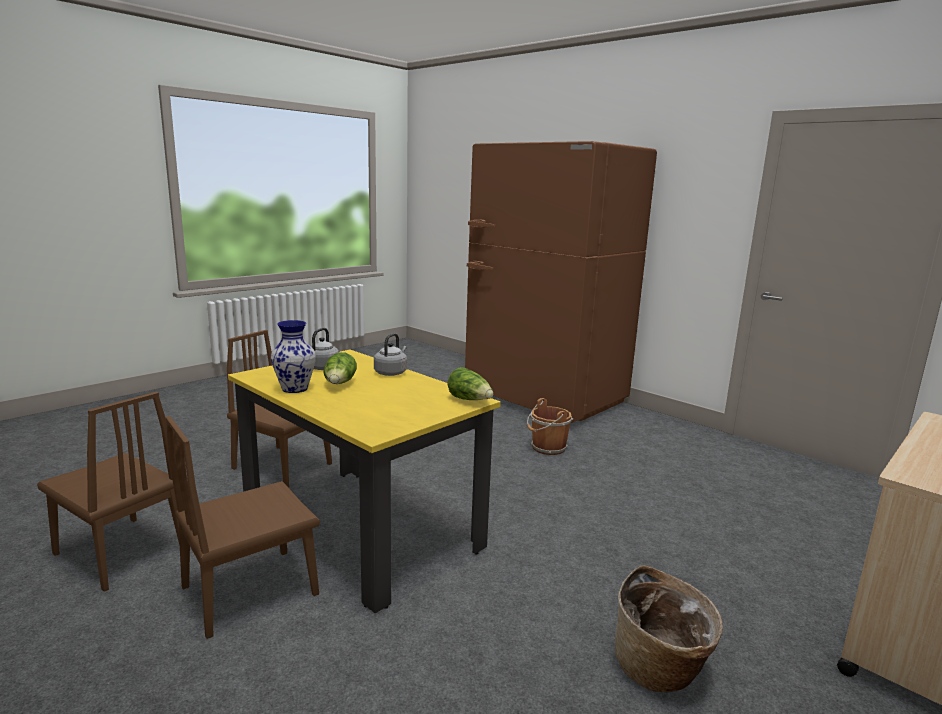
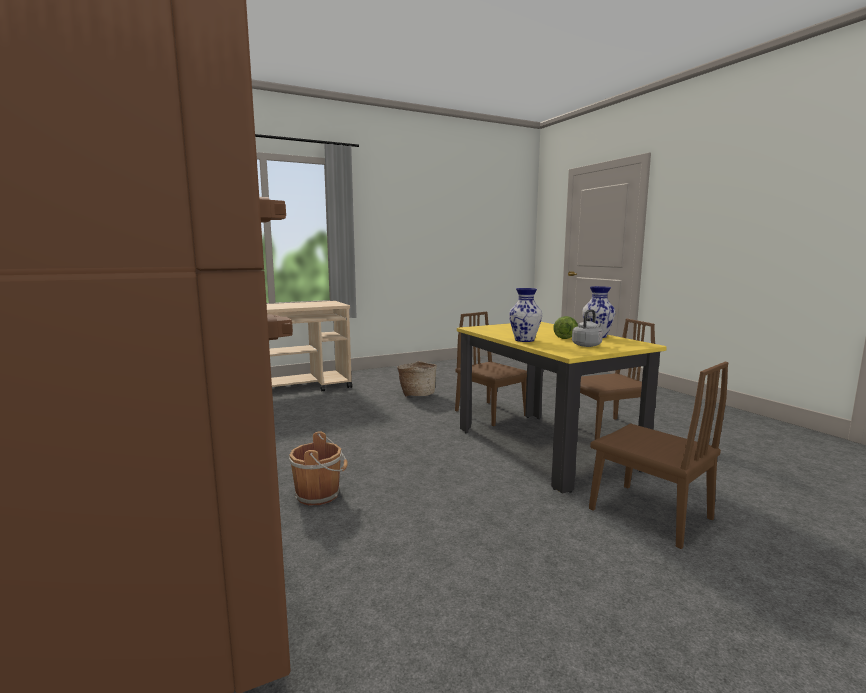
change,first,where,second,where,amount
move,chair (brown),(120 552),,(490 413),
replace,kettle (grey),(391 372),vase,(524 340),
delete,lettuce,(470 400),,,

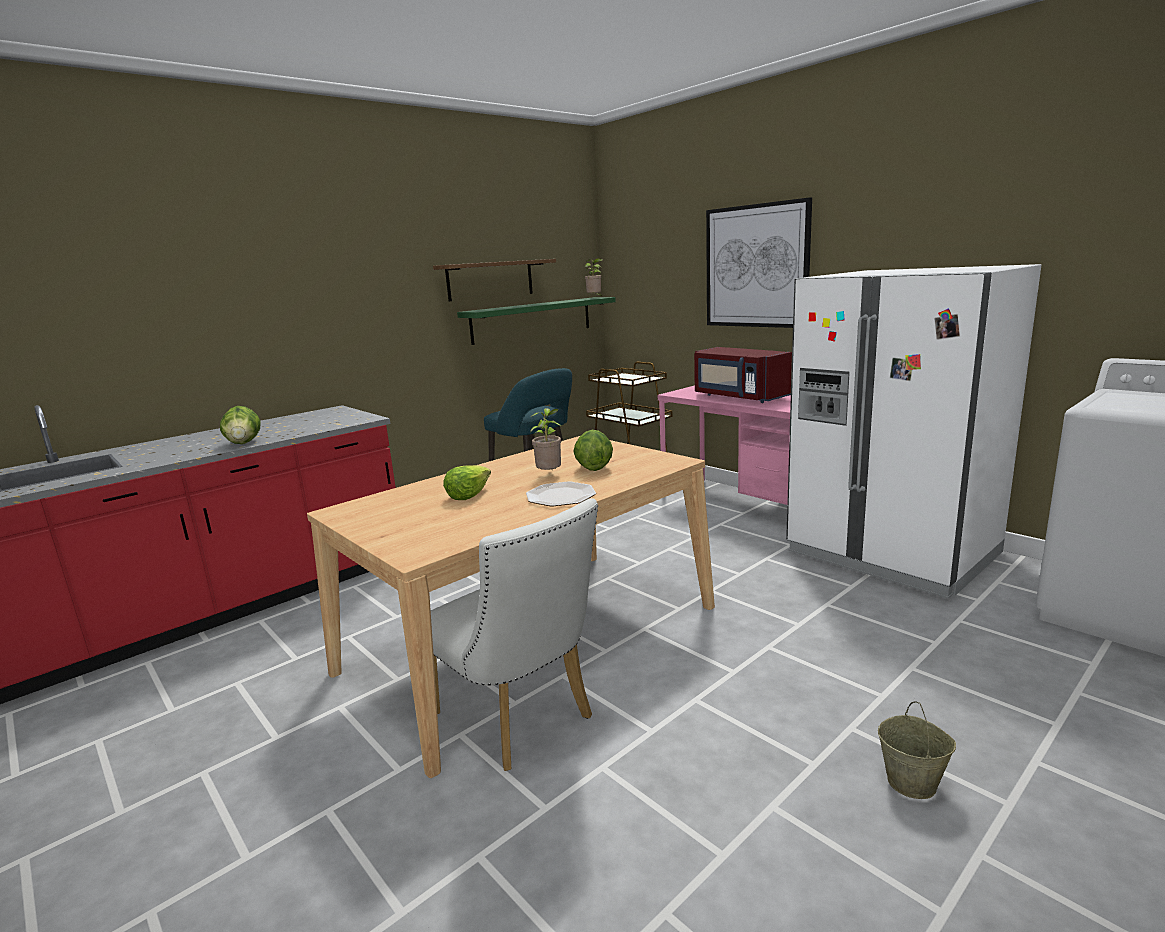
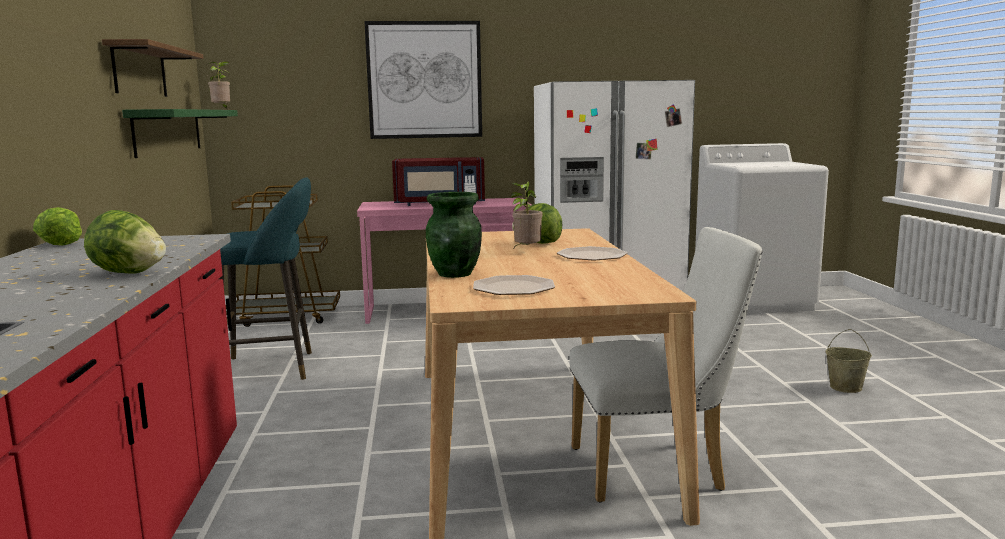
change,first,where,second,where,amount
move,lettuce,(468 495),,(61 243),
insert,,,vase (green),(455 274),
insert,,,plate,(514 287),

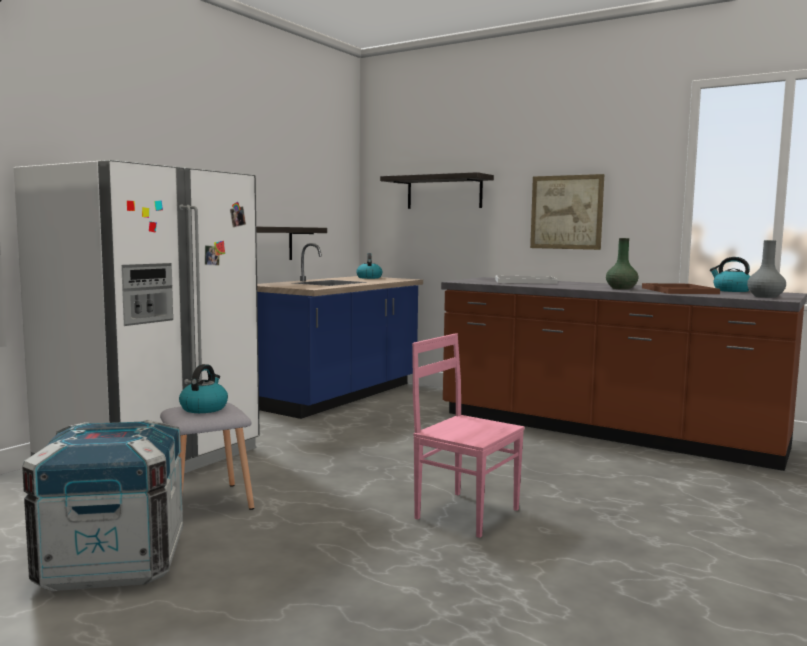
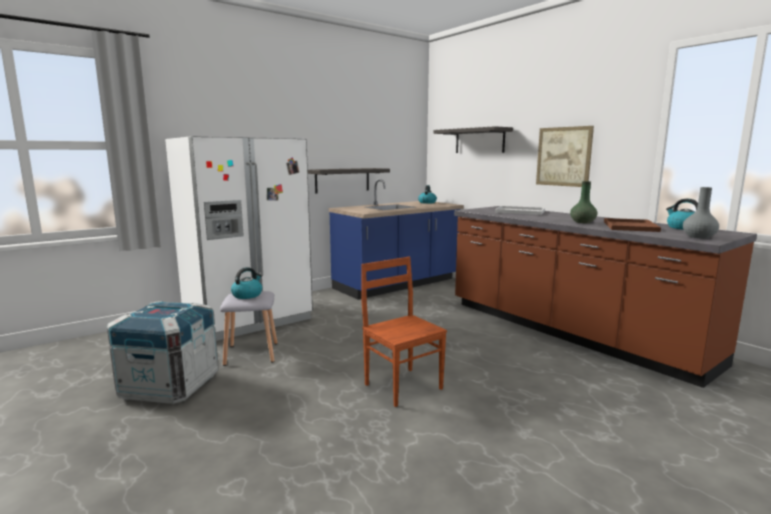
change,first,where,second,where,amount
recolor,chair (pink),(466 513),chair (brown),(403 386),

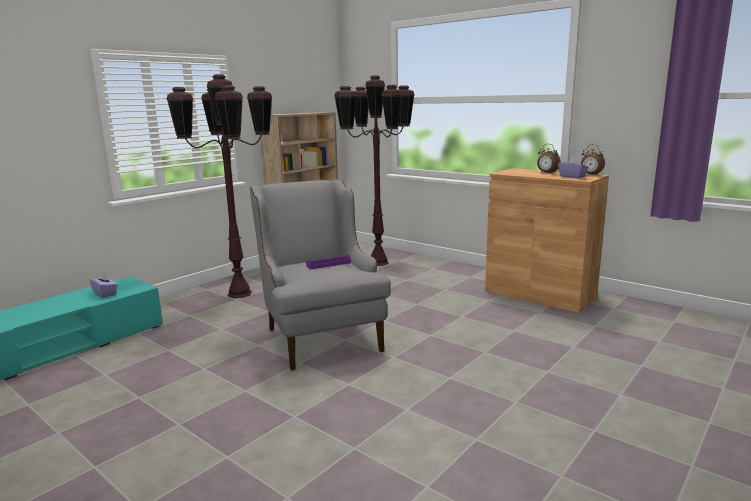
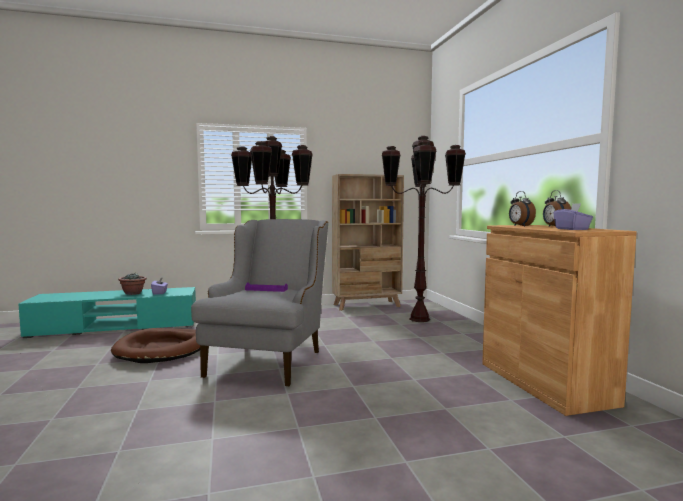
change,first,where,second,where,amount
move,alarm clock,(590 175),,(520 226),
insert,,,dog bed (brown),(163 349),
insert,,,potted plant,(133 293),

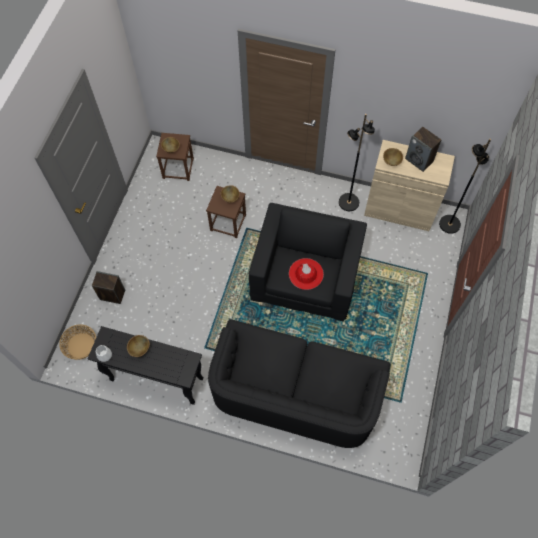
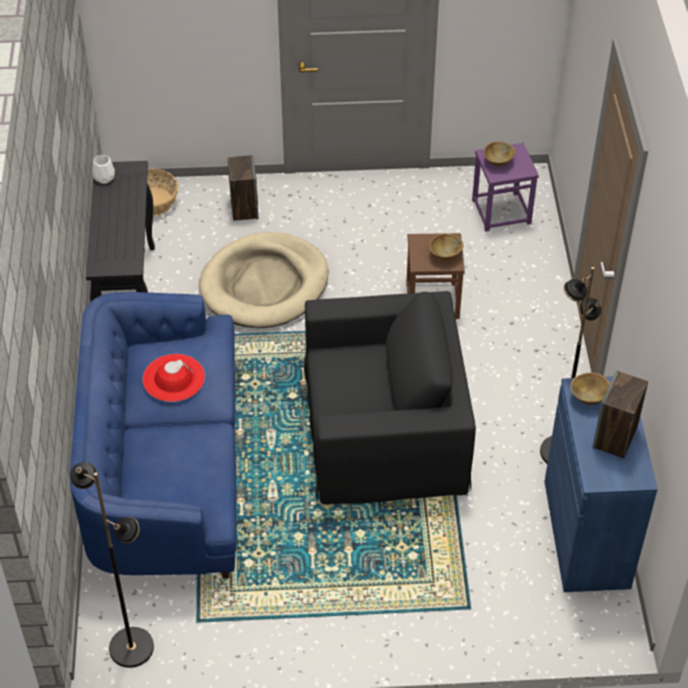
change,first,where,second,where,amount
delete,bowl (brown),(139 349),,,
recolor,stool (brown),(178 168),stool (purple),(501 211),
recolor,sofa (black),(296 392),sofa (blue),(166 469),
move,hat (red),(306 274),,(173 378),
recolor,cabinet (beige),(399 209),cabinet (blue),(586 533),
move,floor lamp (black),(449 224),,(132 647),
insert,,,dog bed (beige),(264 285),

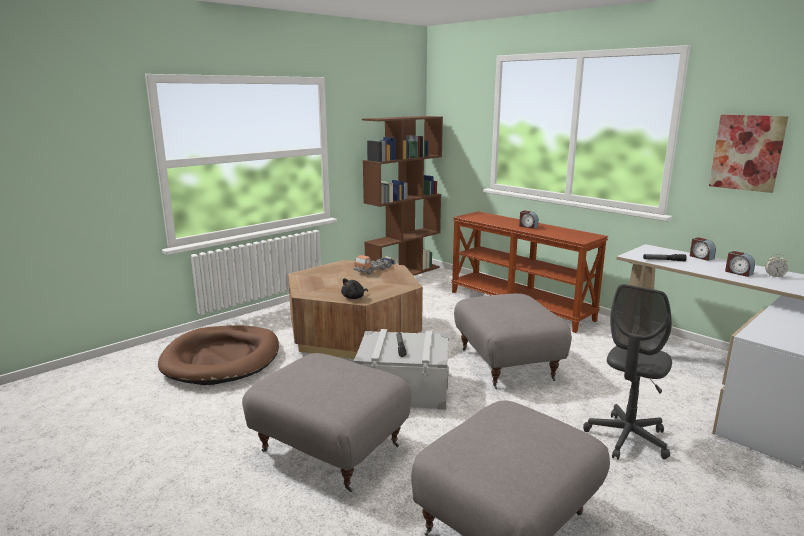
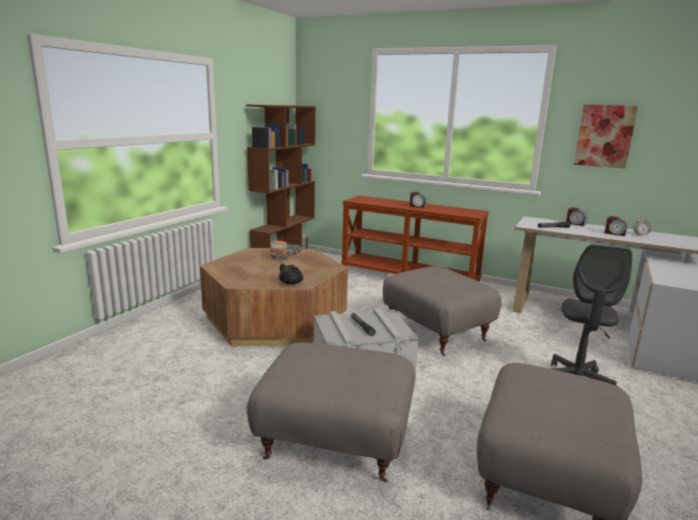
change,first,where,second,where,amount
delete,dog bed (brown),(222 359),,,

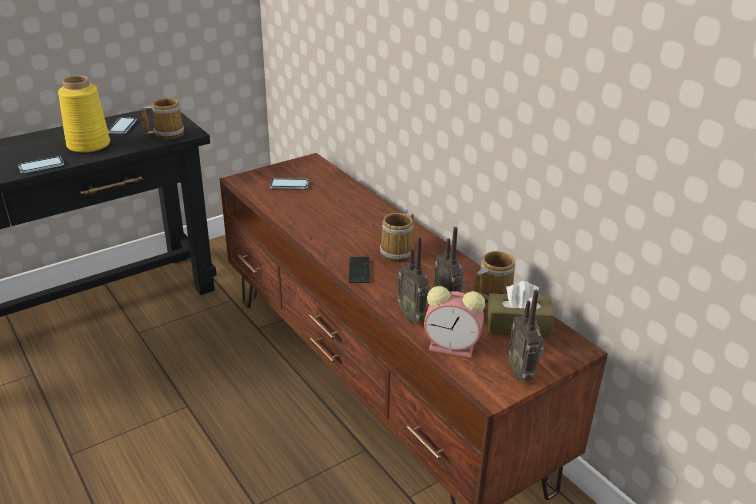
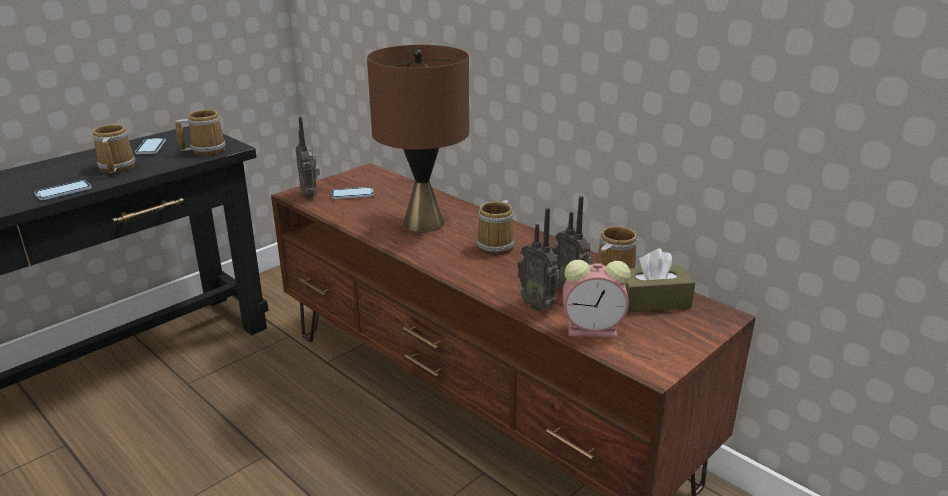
change,first,where,second,where,amount
replace,vase (yellow),(88 145),mug,(115 168),
delete,phone,(359 271),,,
move,radio,(522 373),,(311 195),
insert,,,table lamp (brown),(424 223),

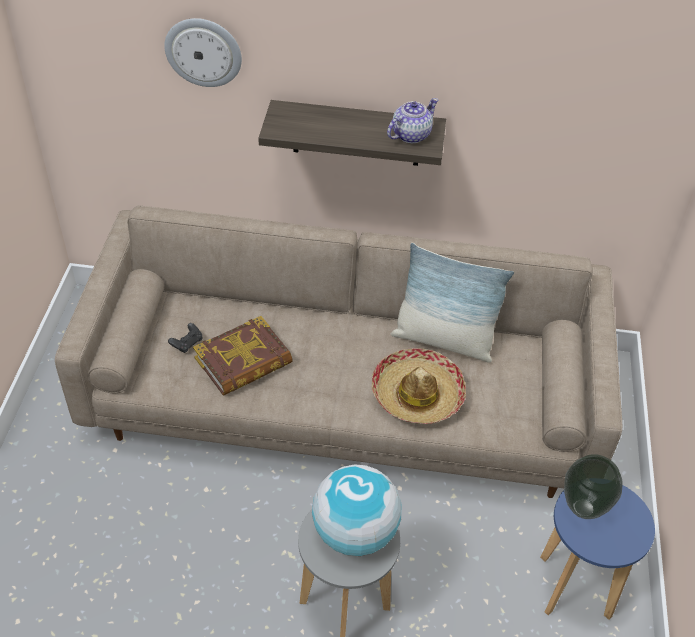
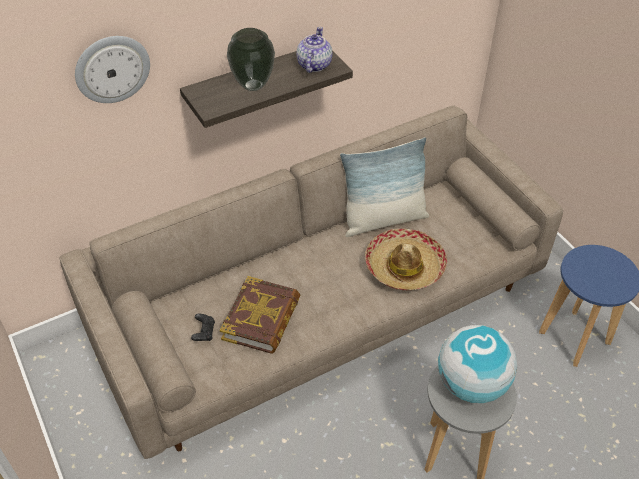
change,first,where,second,where,amount
move,vase,(584 508),,(254 85),

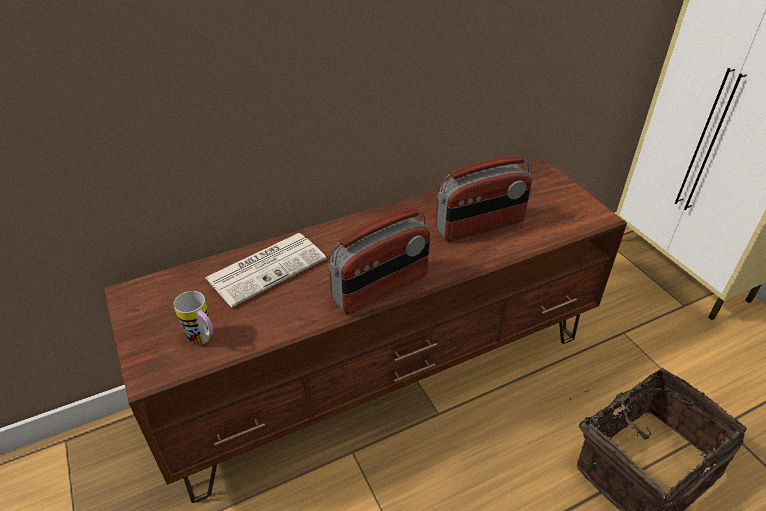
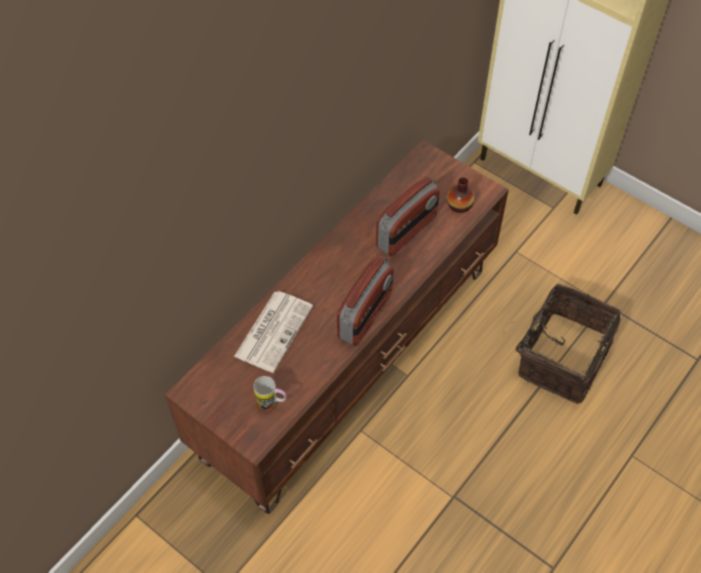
change,first,where,second,where,amount
insert,,,vase,(459 205),

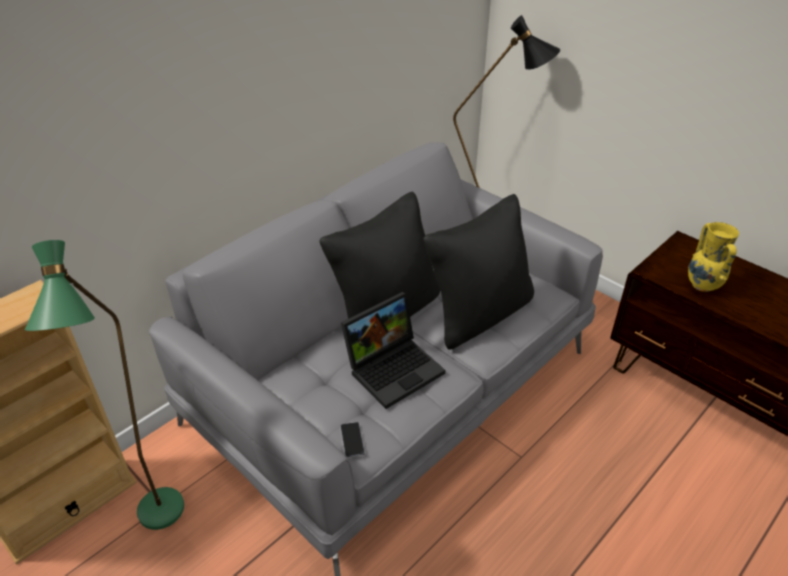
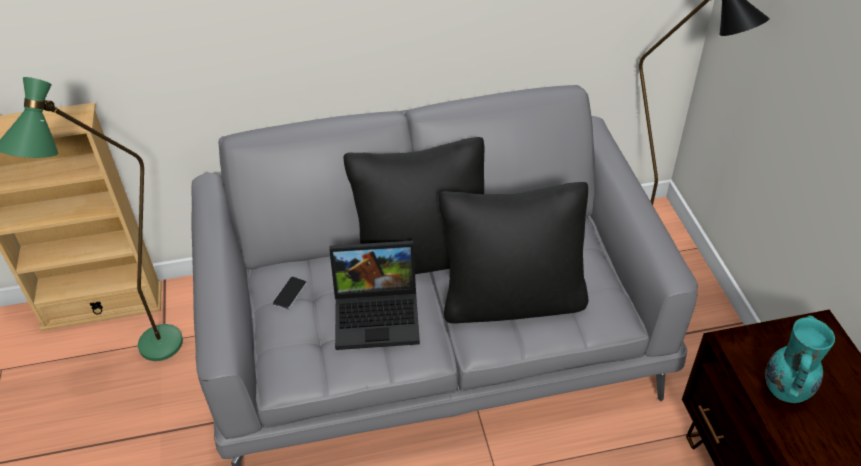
change,first,where,second,where,amount
move,phone,(352 440),,(290 293),
recolor,vase (yellow),(702 285),vase (turquoise),(785 390),

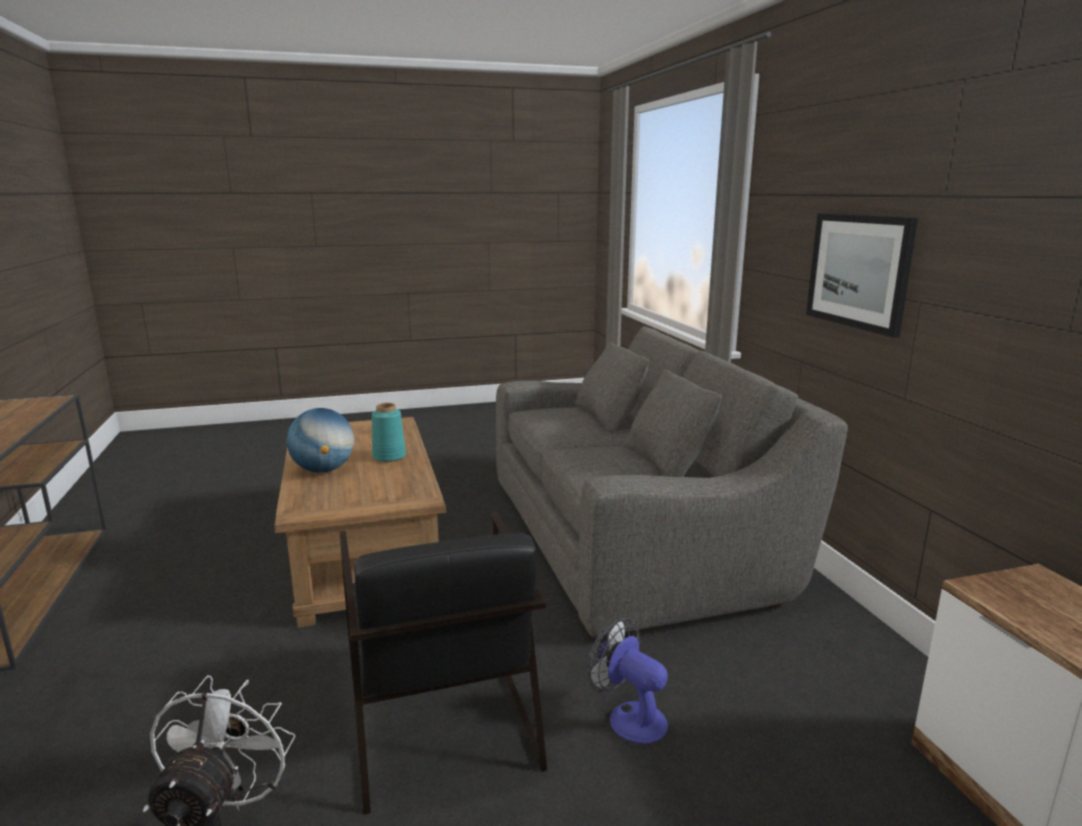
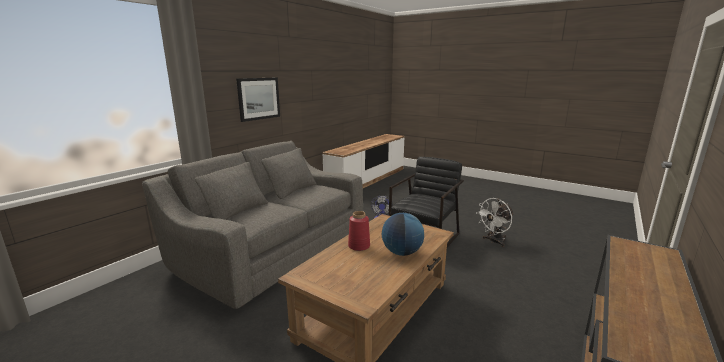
change,first,where,second,where,amount
recolor,vase (turquoise),(389 456),vase (red),(358 246),

